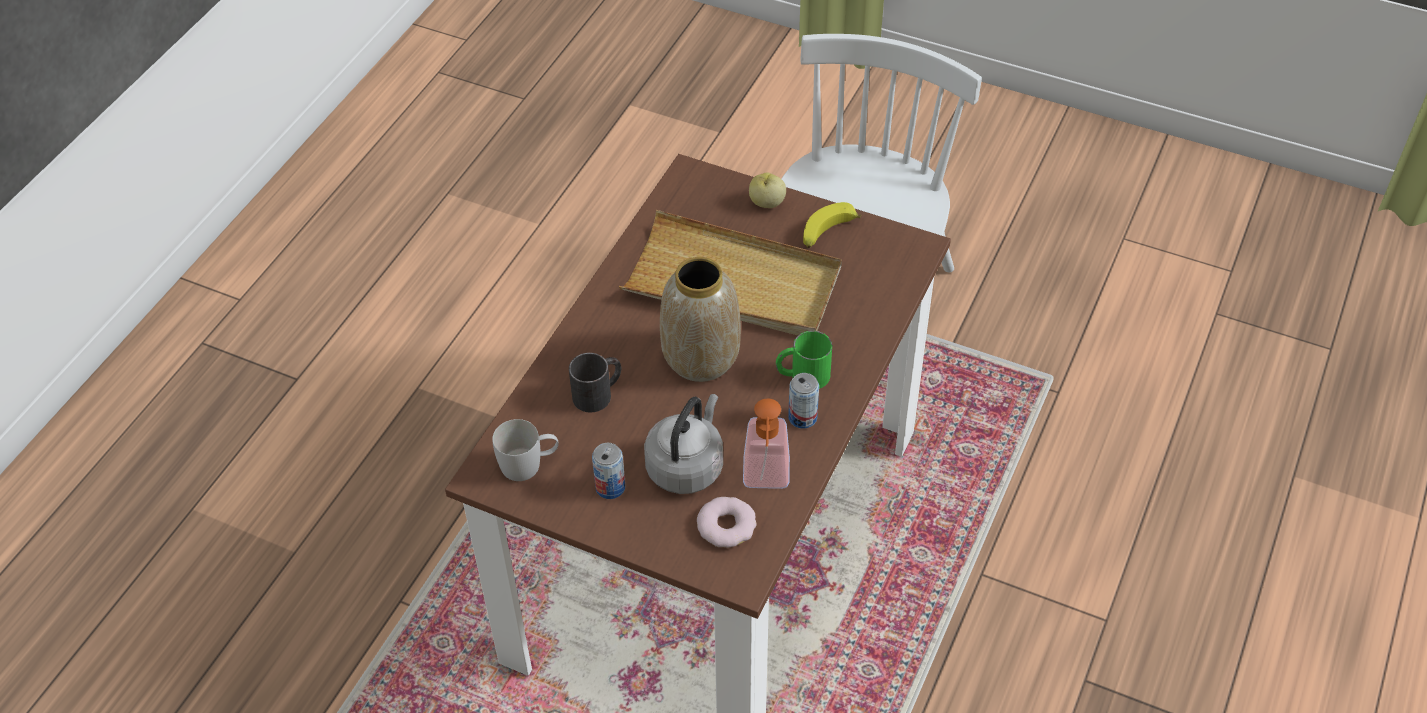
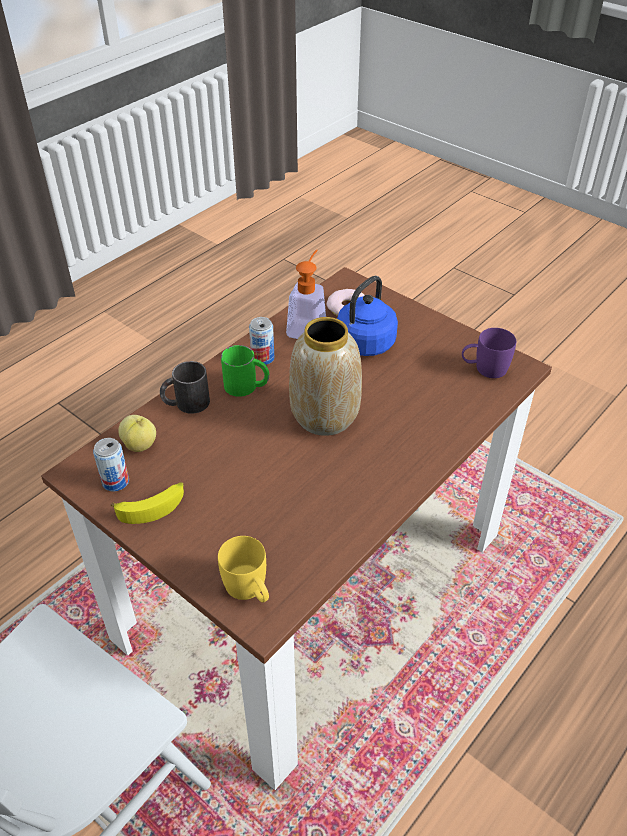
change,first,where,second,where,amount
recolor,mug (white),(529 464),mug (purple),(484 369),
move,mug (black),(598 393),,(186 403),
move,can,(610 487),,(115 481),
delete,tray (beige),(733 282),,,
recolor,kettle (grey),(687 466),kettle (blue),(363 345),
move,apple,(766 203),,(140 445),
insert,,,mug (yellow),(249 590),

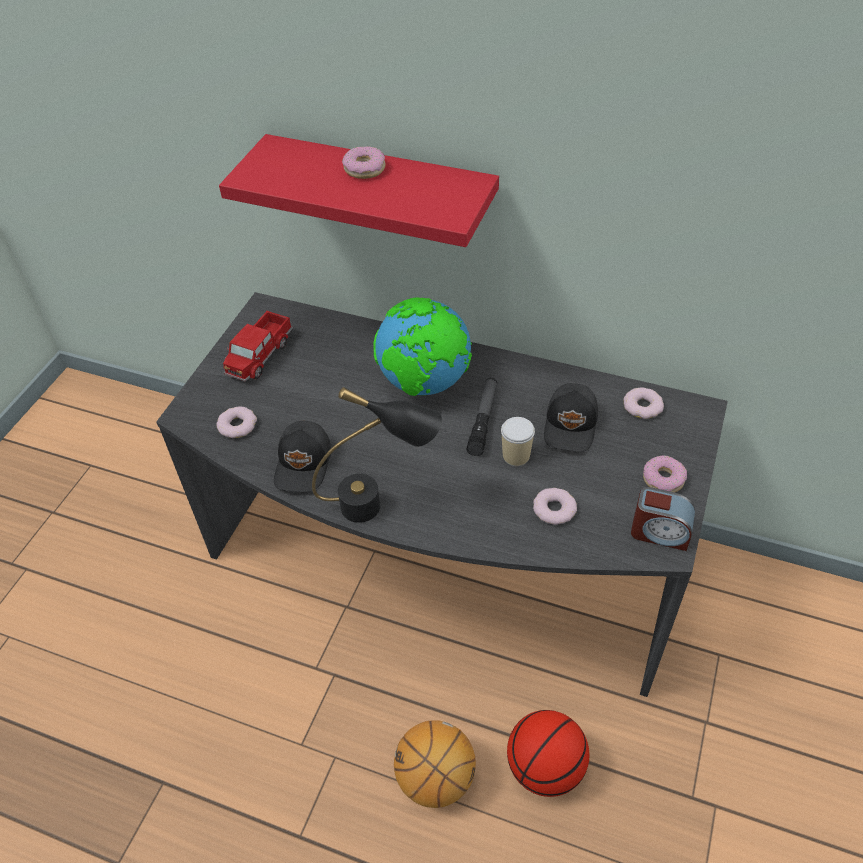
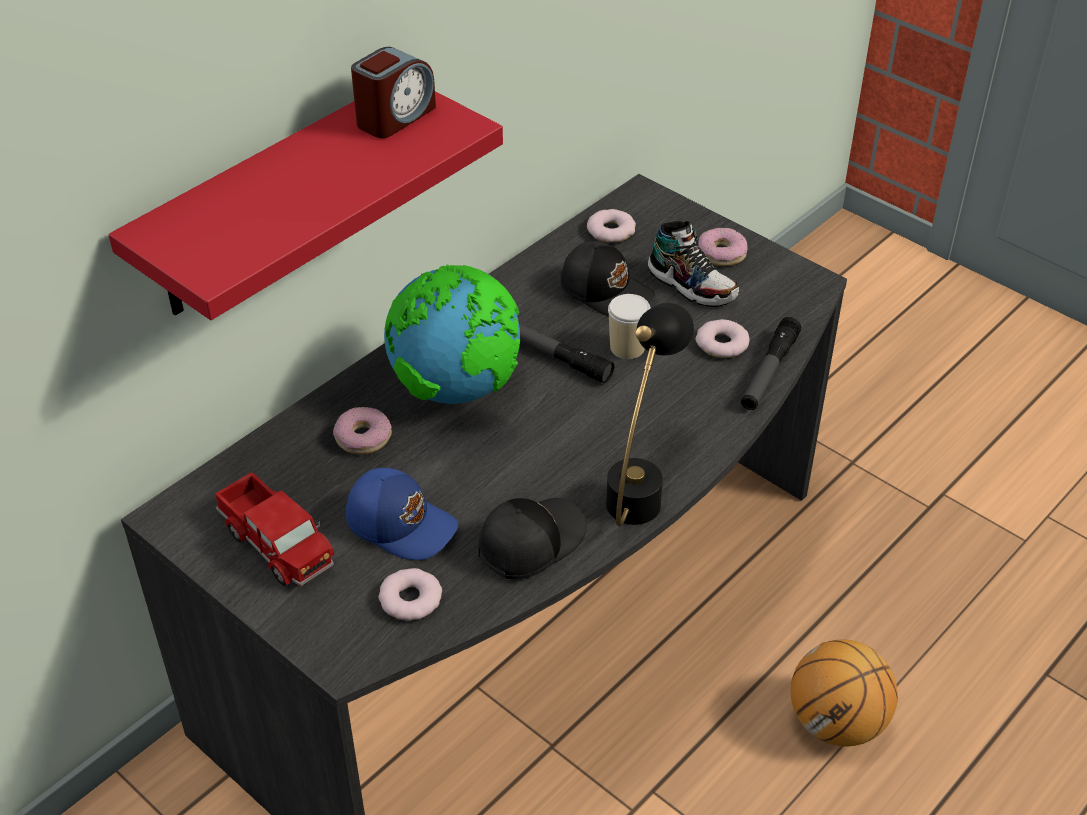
change,first,where,second,where,amount
rotate,cap (black),(304 464),,(529 542),75 degrees counterclockwise
move,donut,(365 169),,(363 437),
delete,basketball,(545 767),,,
move,alarm clock,(660 532),,(395 117),
insert,,,cap (blue),(401 523),
insert,,,shoe,(692 285),
insert,,,flashlight,(769 372),

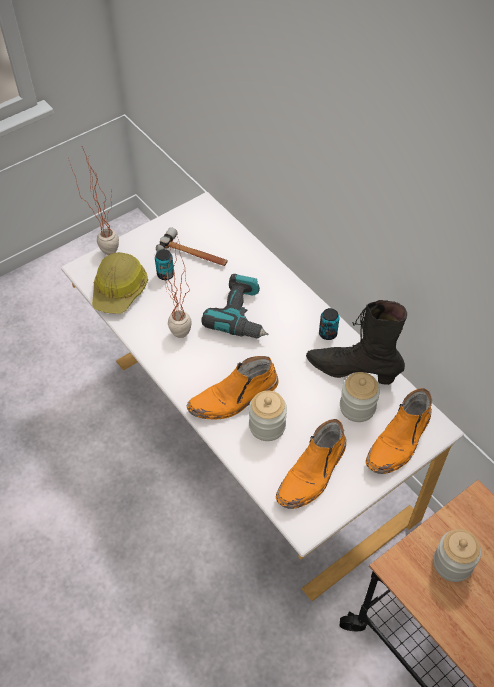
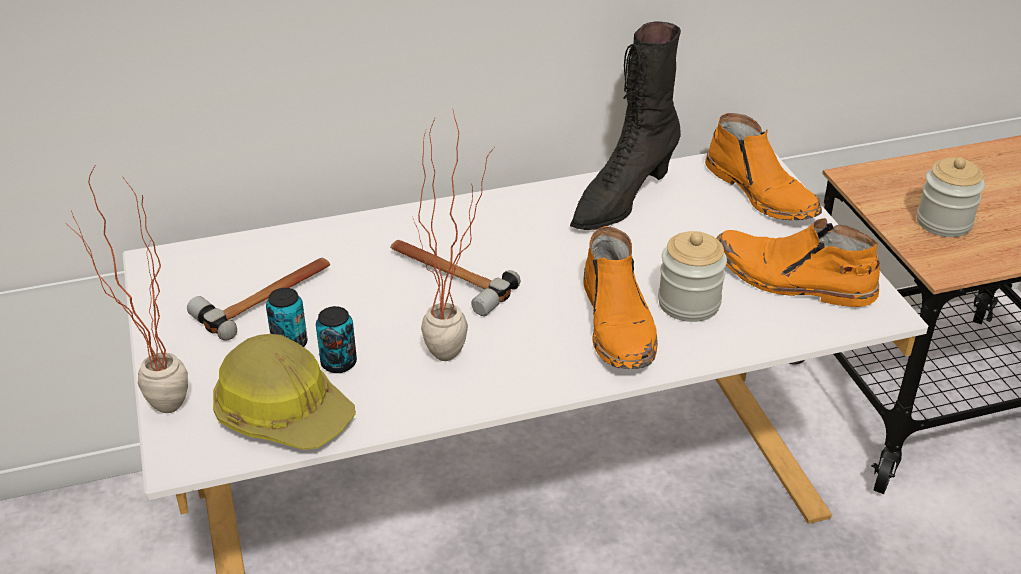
change,first,where,second,where,amount
replace,power drill,(241 315),hammer,(447 277),
rotate,boot (orange),(313 473),,(792 280),150 degrees clockwise
move,can,(327 333),,(338 363),
delete,jar,(357 407),,,

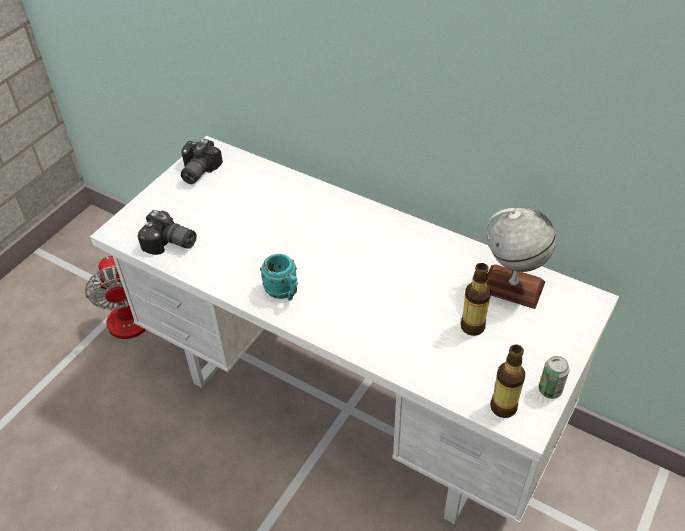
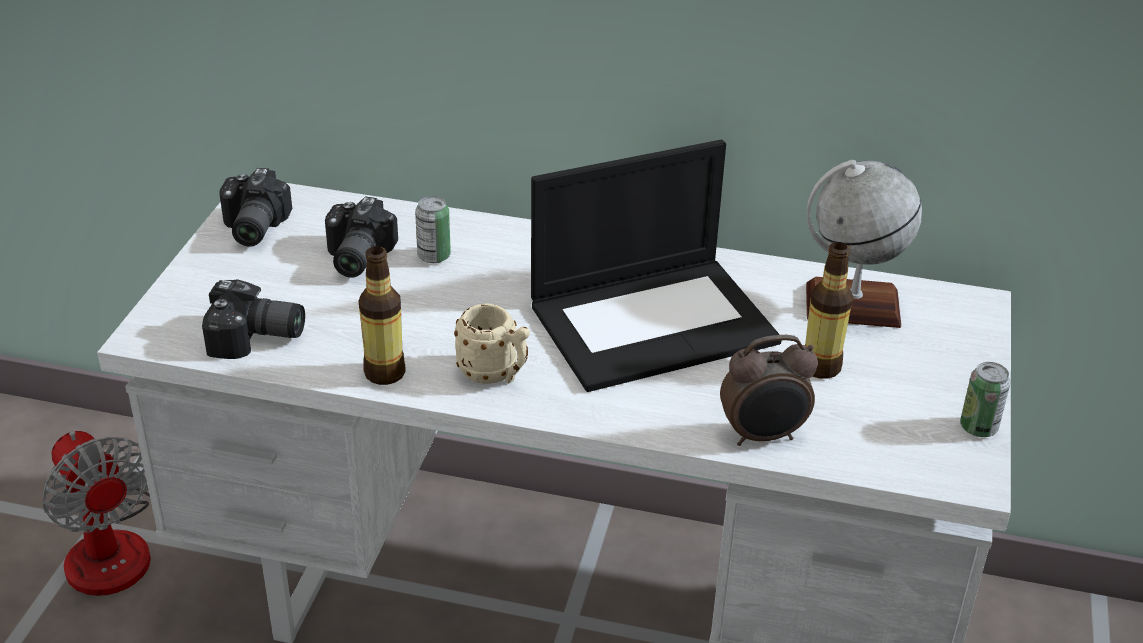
change,first,where,second,where,amount
recolor,mug (turquoise),(284 293),mug (beige),(495 375),
move,bottle,(503 407),,(384 373),
insert,,,photo camera,(354 258),
insert,,,can,(434 256),
insert,,,laptop,(654 321),
insert,,,alarm clock,(763 436),

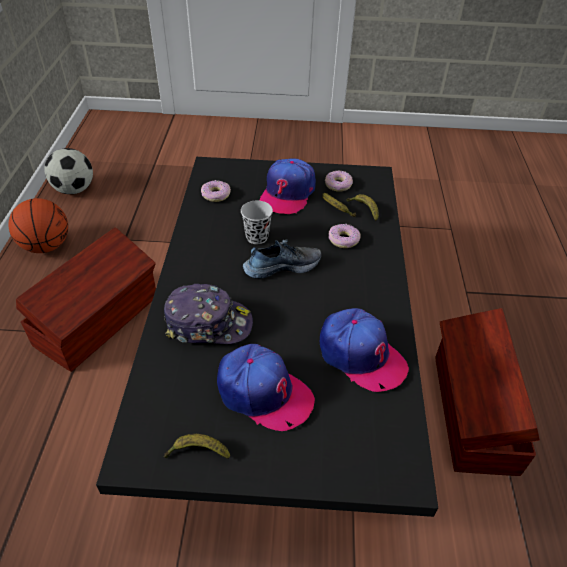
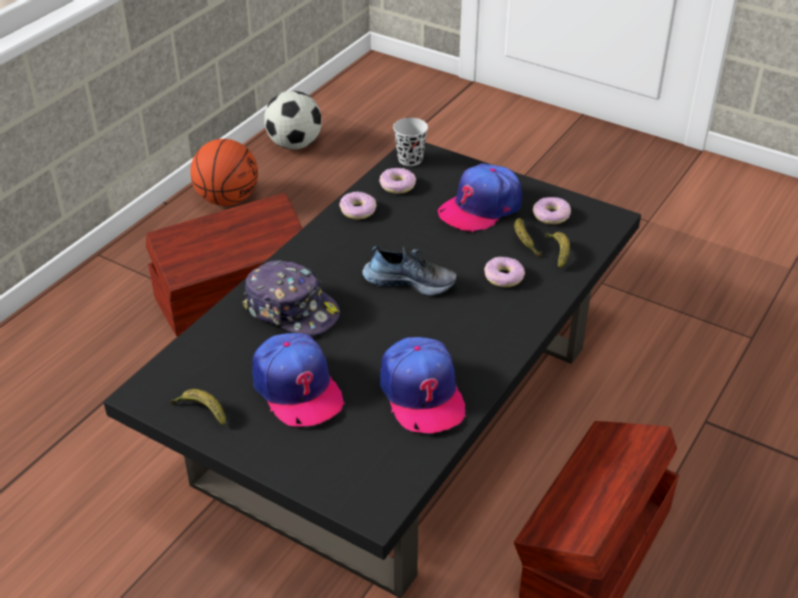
change,first,where,second,where,amount
move,cup (black),(257 237),,(410 159),
insert,,,donut,(358 210),

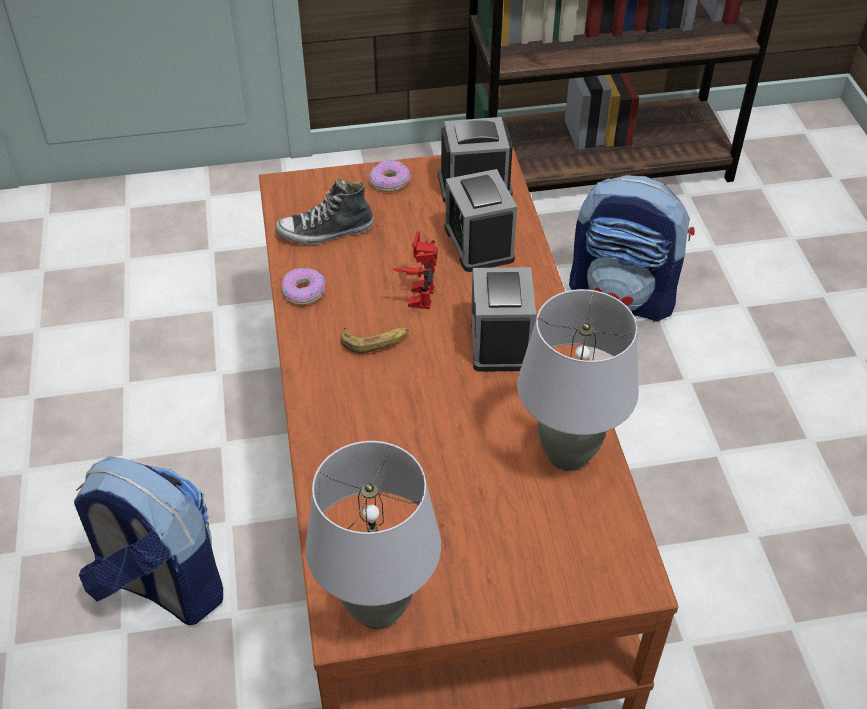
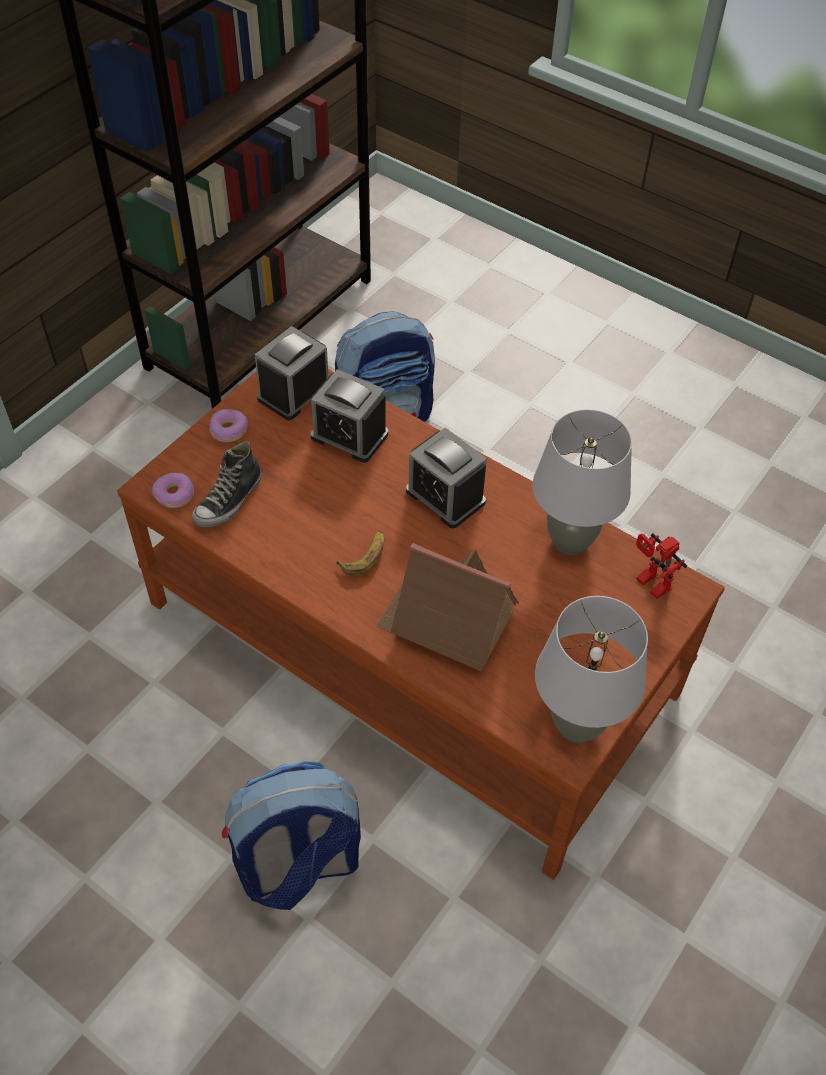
change,first,where,second,where,amount
move,donut,(303 291),,(174 494),
move,toy robot,(417 294),,(649 584),
insert,,,toy house,(447 621),

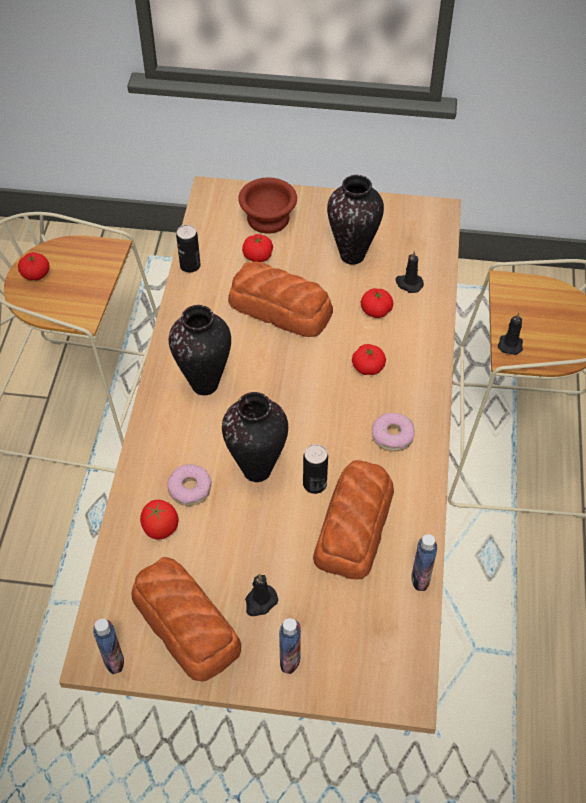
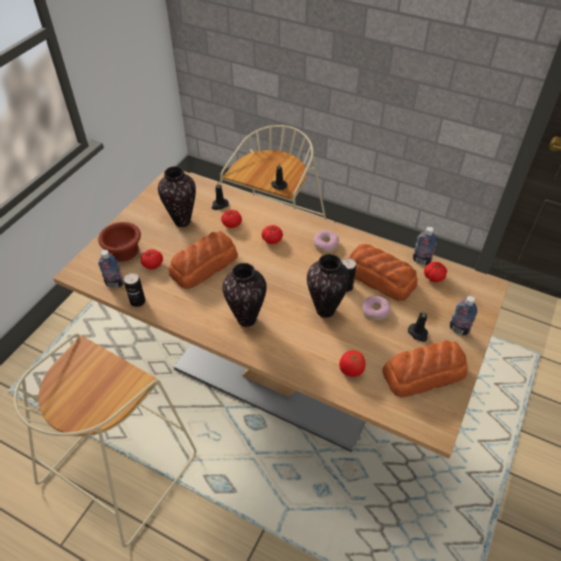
change,first,where,second,where,amount
move,tomato,(35 274),,(433 277),
move,bottle,(113 659),,(115 284),
move,donut,(189 489),,(375 311),

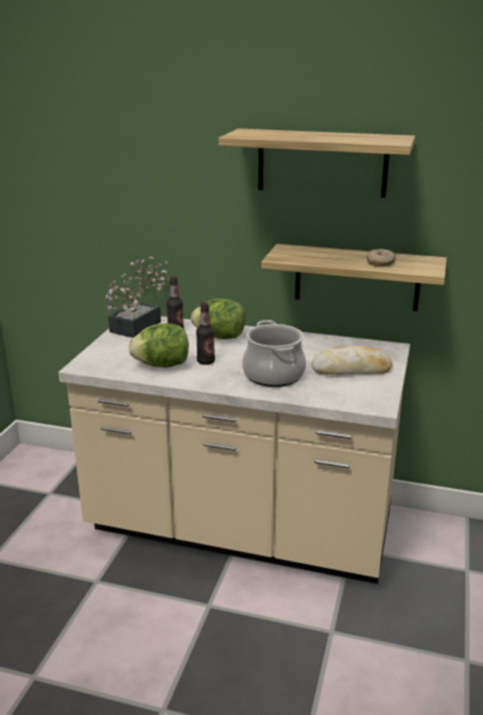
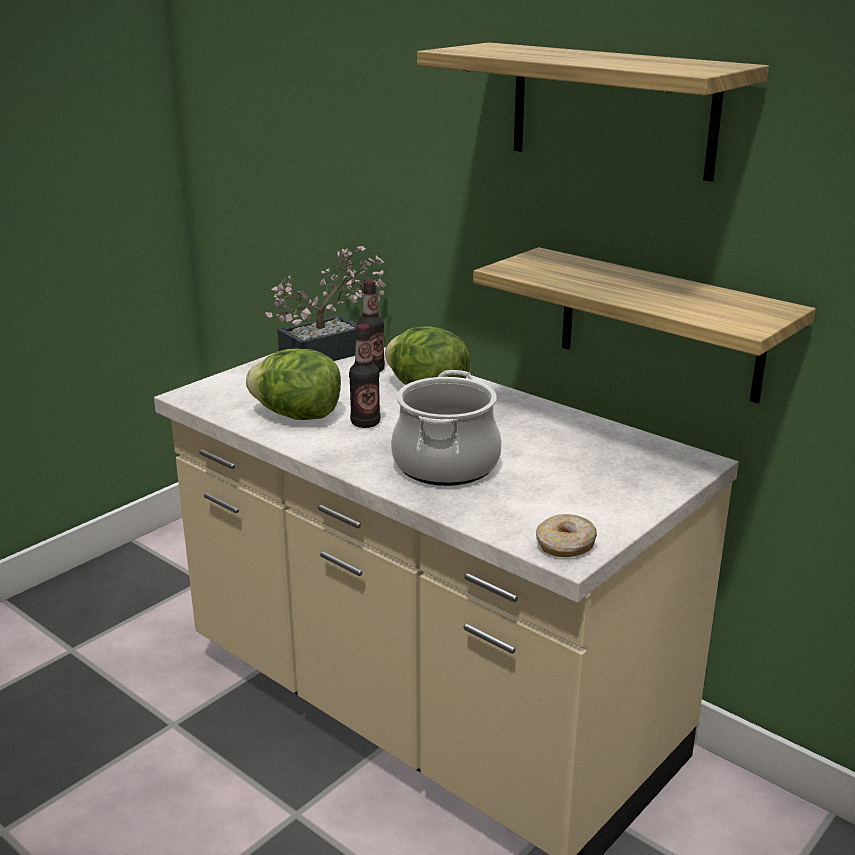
change,first,where,second,where,amount
delete,bread,(351 370),,,
move,donut,(380 263),,(565 546),

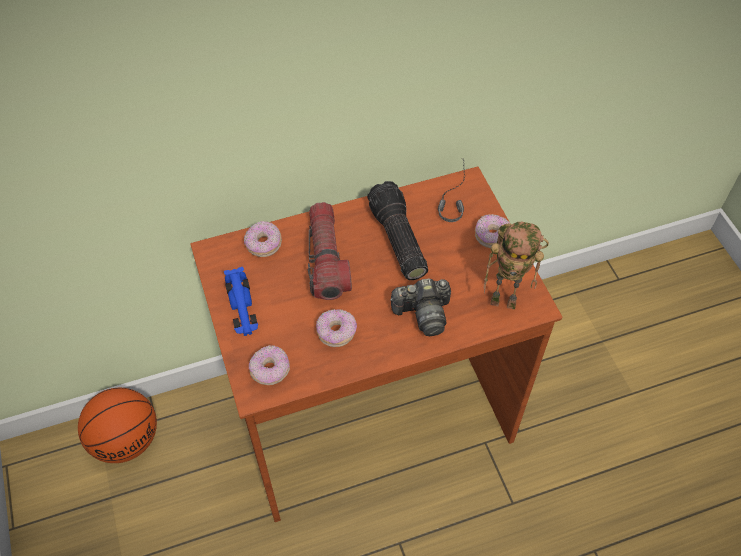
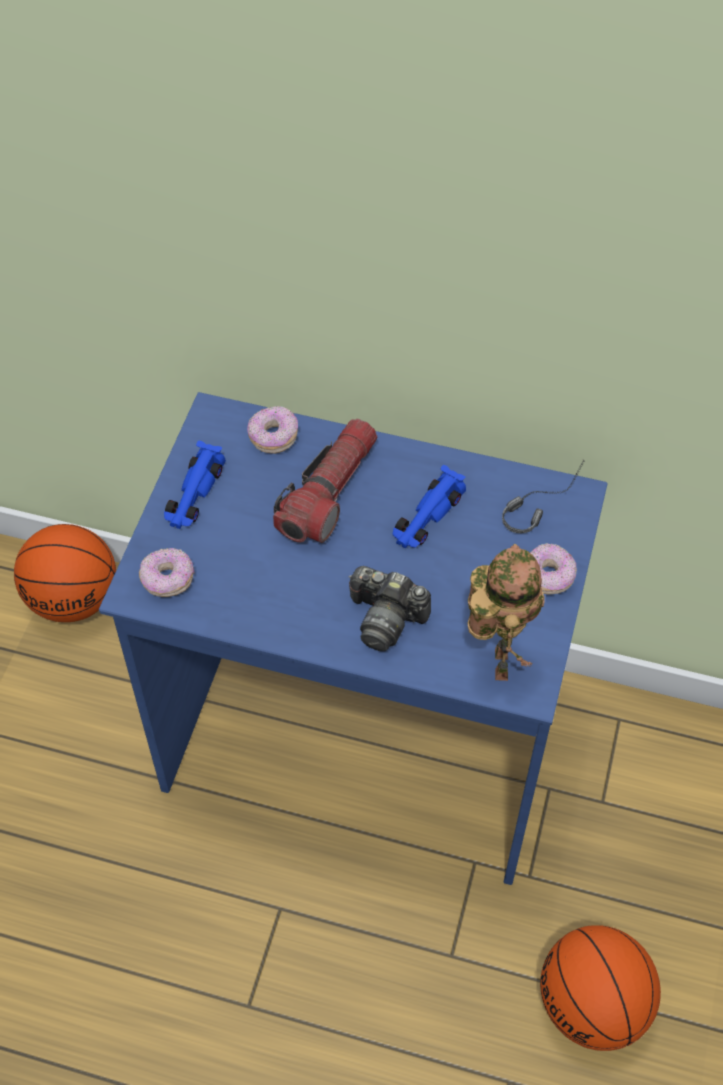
change,first,where,second,where,amount
recolor,desk (brown),(371 414),desk (blue),(362 739),
delete,donut,(336 332),,,
replace,flashlight,(396 240),toy car (blue),(427 516),
rotate,toy robot,(505 301),,(496 661),135 degrees counterclockwise
insert,,,basketball,(593 1006),

